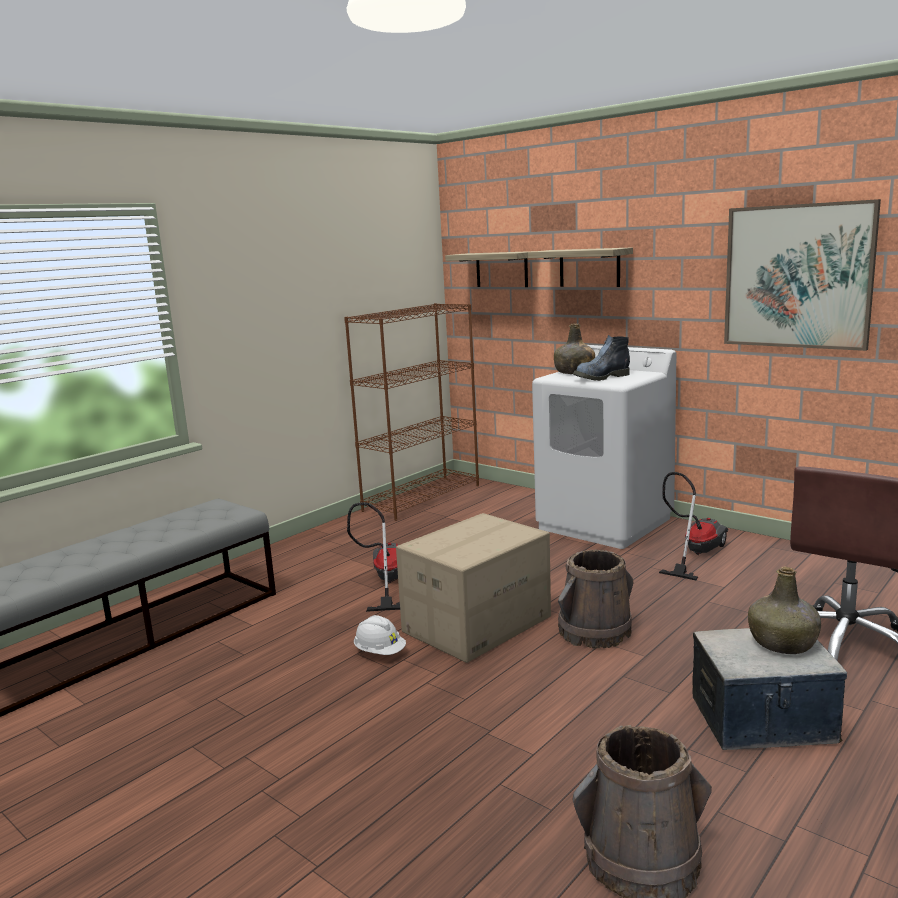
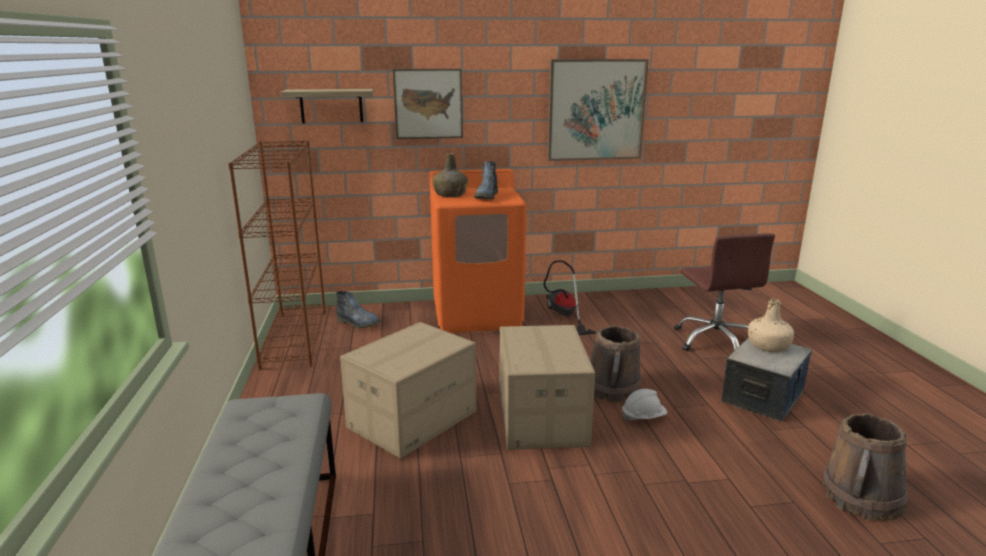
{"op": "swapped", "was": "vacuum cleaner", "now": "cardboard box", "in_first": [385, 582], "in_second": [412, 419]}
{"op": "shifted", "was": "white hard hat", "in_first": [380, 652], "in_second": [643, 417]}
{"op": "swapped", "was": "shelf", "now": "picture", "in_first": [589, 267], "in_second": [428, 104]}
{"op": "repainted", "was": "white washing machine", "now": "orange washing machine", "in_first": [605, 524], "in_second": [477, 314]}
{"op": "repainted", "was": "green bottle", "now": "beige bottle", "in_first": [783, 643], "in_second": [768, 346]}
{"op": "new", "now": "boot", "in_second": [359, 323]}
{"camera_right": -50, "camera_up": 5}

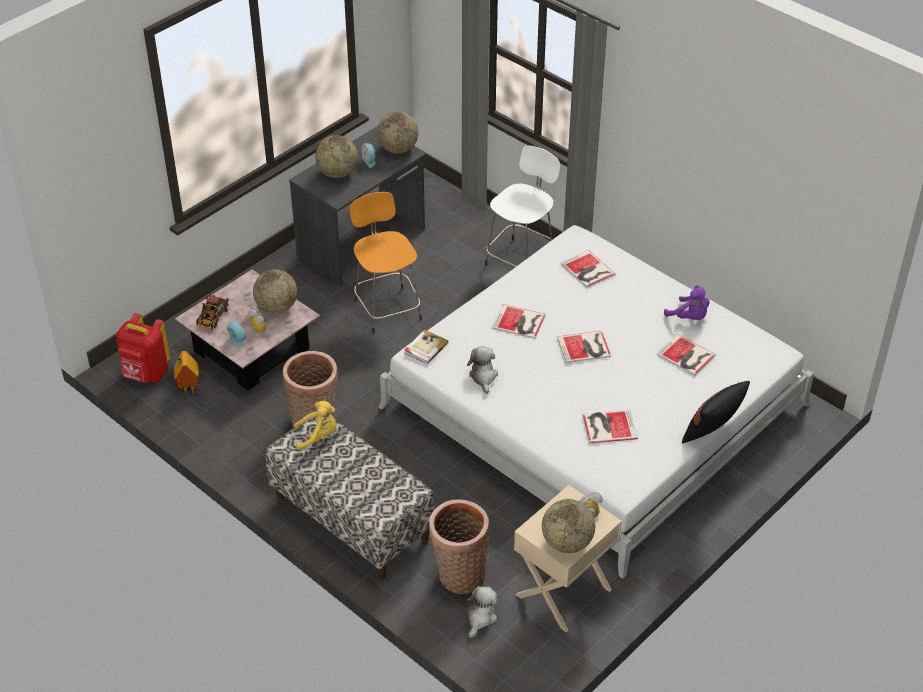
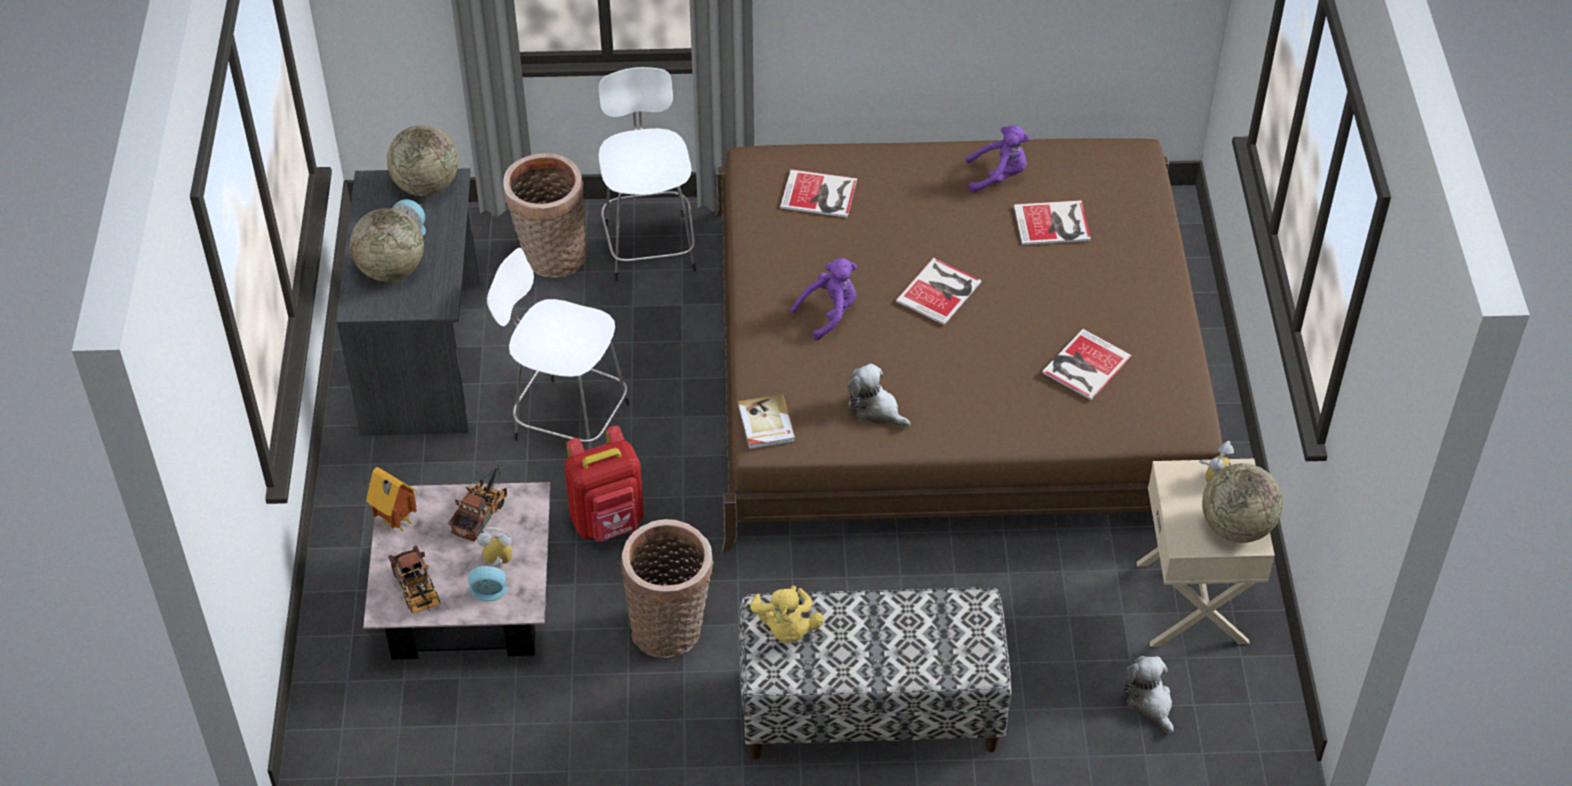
{"op": "shifted", "was": "red backpack", "in_first": [146, 374], "in_second": [608, 522]}
{"op": "shifted", "was": "toy house", "in_first": [188, 388], "in_second": [395, 523]}
{"op": "swapped", "was": "globe", "now": "toy truck", "in_first": [277, 307], "in_second": [482, 513]}
{"op": "rotated", "was": "yellow plush toy", "in_first": [318, 436], "in_second": [786, 628], "clockwise": 135}
{"op": "repainted", "was": "orange stool", "now": "white stool", "in_first": [387, 308], "in_second": [568, 420]}
{"op": "repainted", "was": "white bed", "now": "brown bed", "in_first": [594, 405], "in_second": [955, 364]}
{"op": "shifted", "was": "basket", "in_first": [459, 575], "in_second": [550, 258]}
{"op": "swapped", "was": "book", "now": "purple plush toy", "in_first": [519, 322], "in_second": [829, 313]}
{"op": "gone", "was": "black pillow", "in_first": [712, 434]}
{"camera_right": -45, "camera_up": 5}

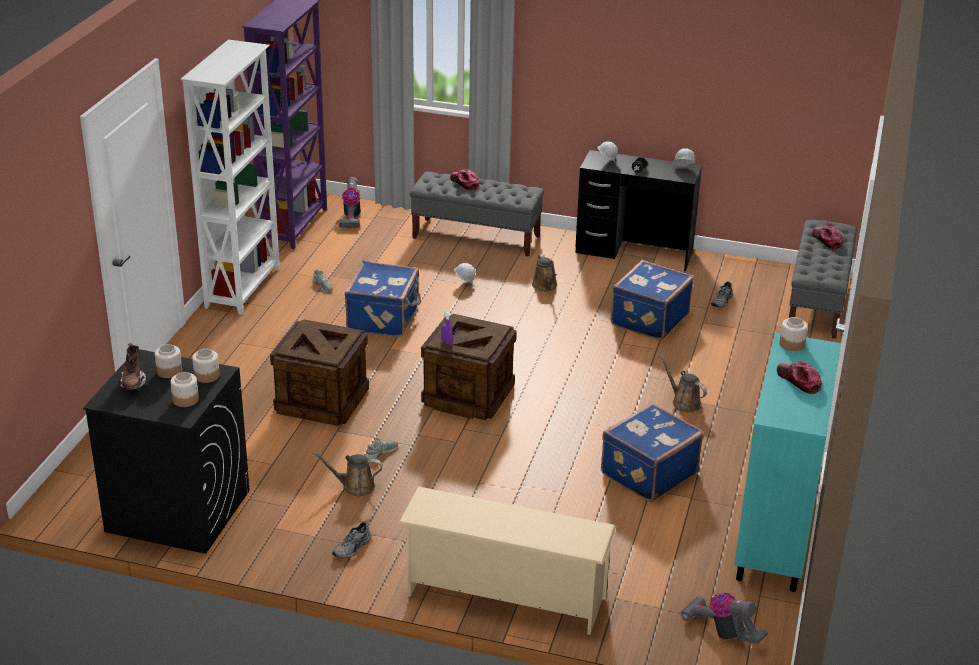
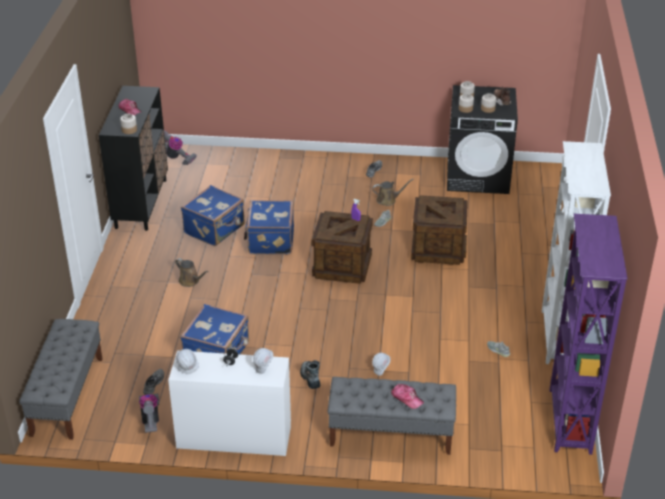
{"op": "shifted", "was": "vacuum cleaner", "in_first": [351, 217], "in_second": [151, 419]}
{"op": "shifted", "was": "blue suitcase", "in_first": [384, 318], "in_second": [270, 241]}
{"op": "gone", "was": "beige shoe rack", "in_first": [503, 597]}
{"op": "swapped", "was": "brown watering can", "now": "boot", "in_first": [545, 286], "in_second": [310, 378]}
{"op": "repainted", "was": "black desk", "now": "white desk", "in_first": [634, 252], "in_second": [233, 437]}
{"op": "repainted", "was": "turquoise cabinet", "now": "black cabinet", "in_first": [775, 537], "in_second": [141, 203]}
{"op": "gone", "was": "cap", "in_first": [826, 240]}
{"camera_right": 170, "camera_up": 5}

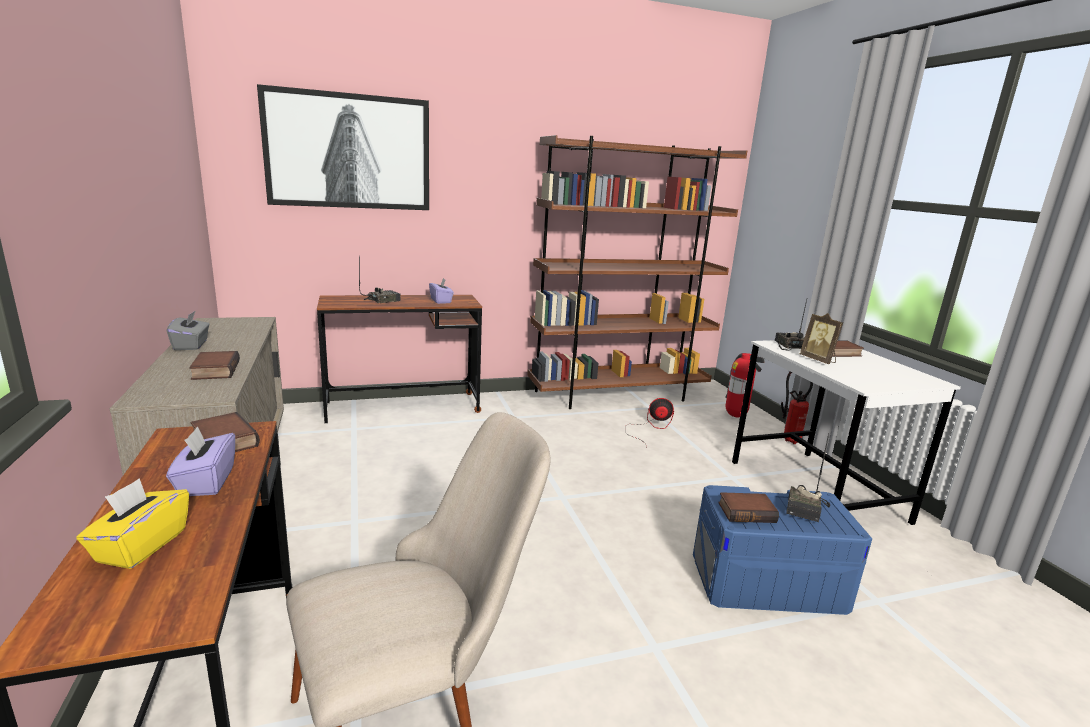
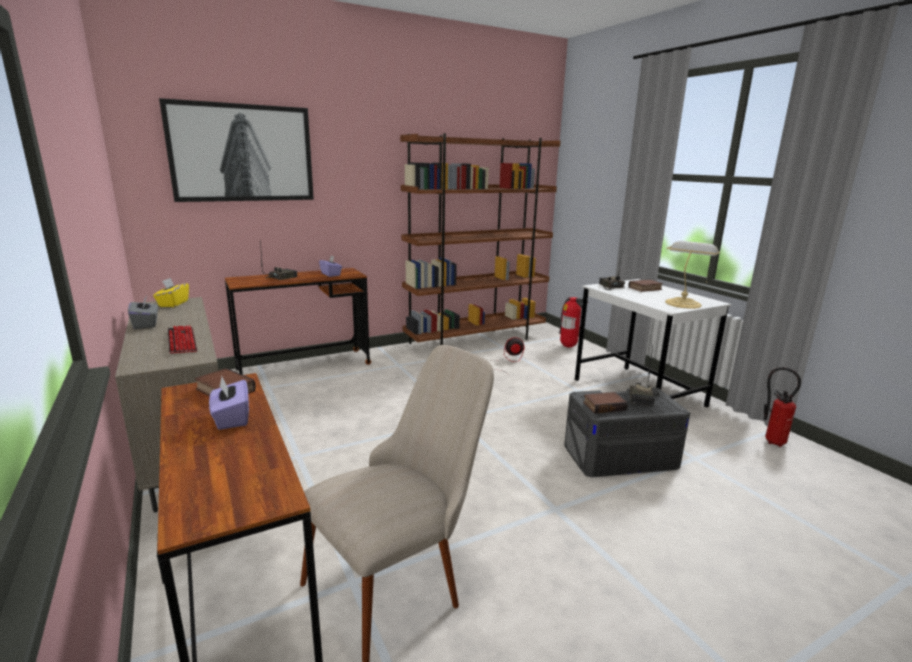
{"op": "shifted", "was": "yellow tissue box", "in_first": [141, 546], "in_second": [173, 303]}
{"op": "swapped", "was": "book", "now": "keyboard", "in_first": [214, 370], "in_second": [182, 341]}
{"op": "repainted", "was": "blue storage box", "now": "grey storage box", "in_first": [767, 581], "in_second": [620, 456]}
{"op": "shifted", "was": "fire extinguisher", "in_first": [789, 439], "in_second": [771, 441]}
{"op": "gone", "was": "picture frame", "in_first": [818, 360]}
{"op": "new", "now": "table lamp", "in_second": [683, 303]}
{"camera_right": -10, "camera_up": 0}

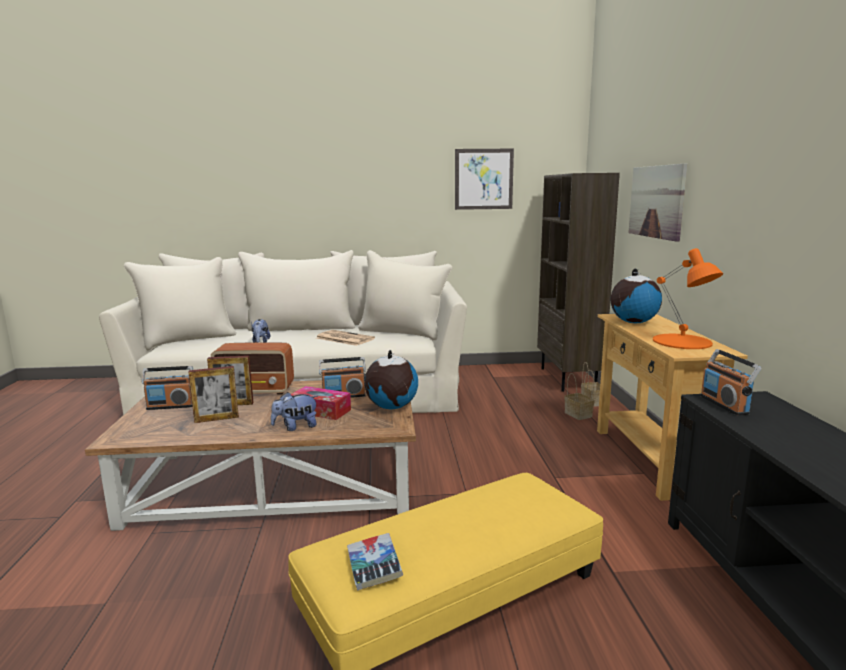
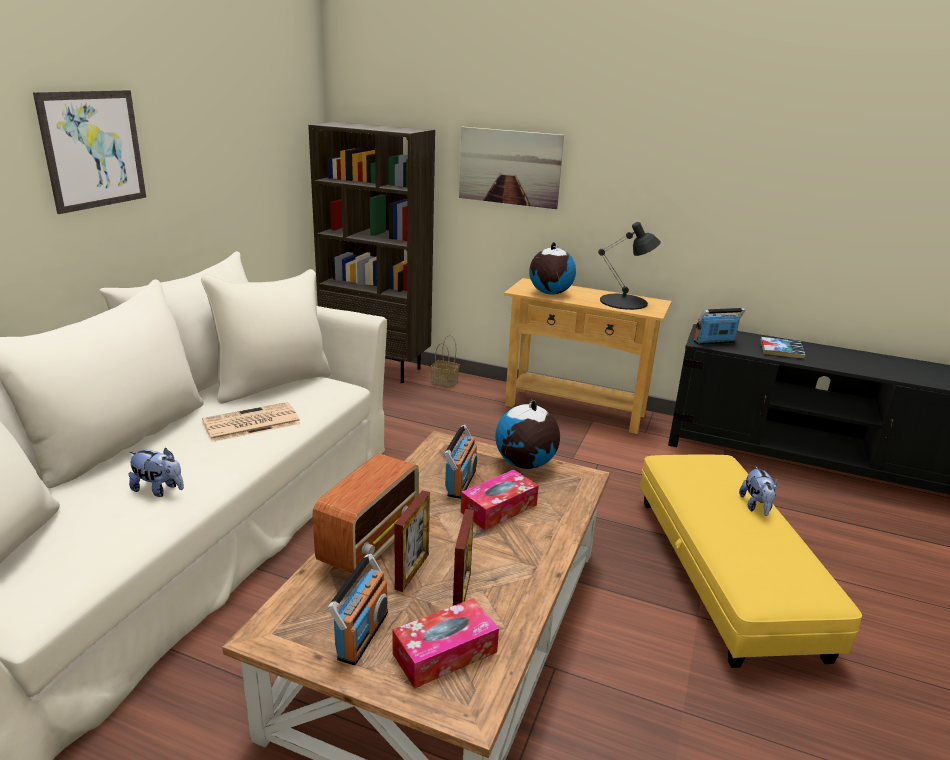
{"op": "shifted", "was": "plush toy", "in_first": [296, 427], "in_second": [756, 506]}
{"op": "shifted", "was": "book", "in_first": [374, 566], "in_second": [781, 351]}
{"op": "shifted", "was": "picture", "in_first": [483, 179], "in_second": [94, 149]}
{"op": "gone", "was": "basket", "in_first": [579, 414]}
{"op": "repainted", "was": "orange table lamp", "now": "black table lamp", "in_first": [682, 342], "in_second": [624, 302]}
{"op": "rotated", "was": "radio", "in_first": [724, 405], "in_second": [714, 342], "clockwise": 150}
{"op": "new", "now": "tissue box", "in_second": [445, 653]}
{"camera_right": -65, "camera_up": 10}

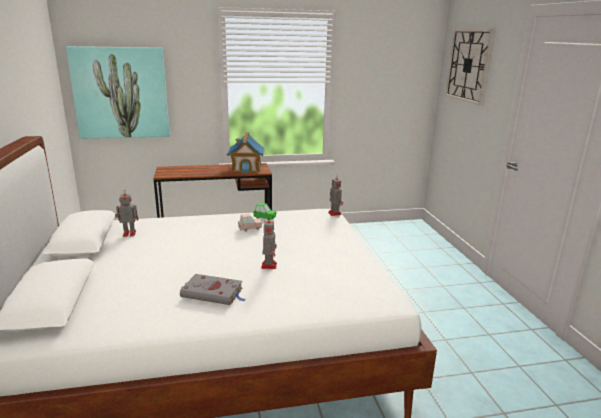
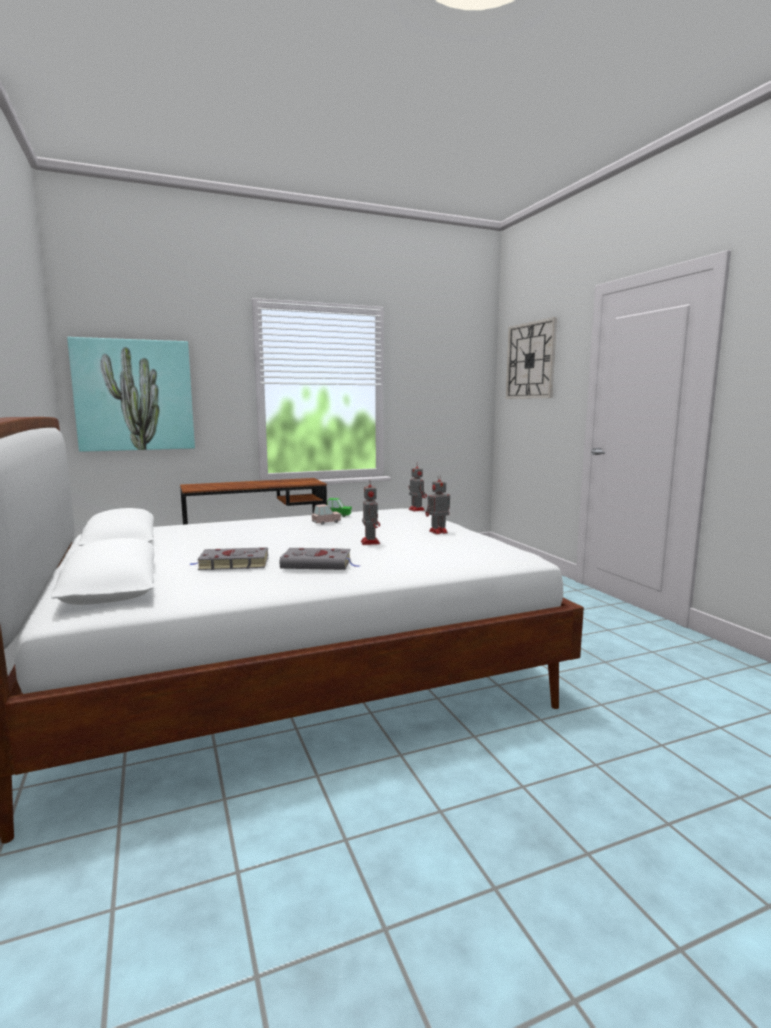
{"op": "shifted", "was": "toy robot", "in_first": [128, 233], "in_second": [437, 532]}
{"op": "gone", "was": "toy house", "in_first": [246, 168]}
{"op": "new", "now": "grey book", "in_second": [231, 563]}
{"camera_right": -10, "camera_up": -10}

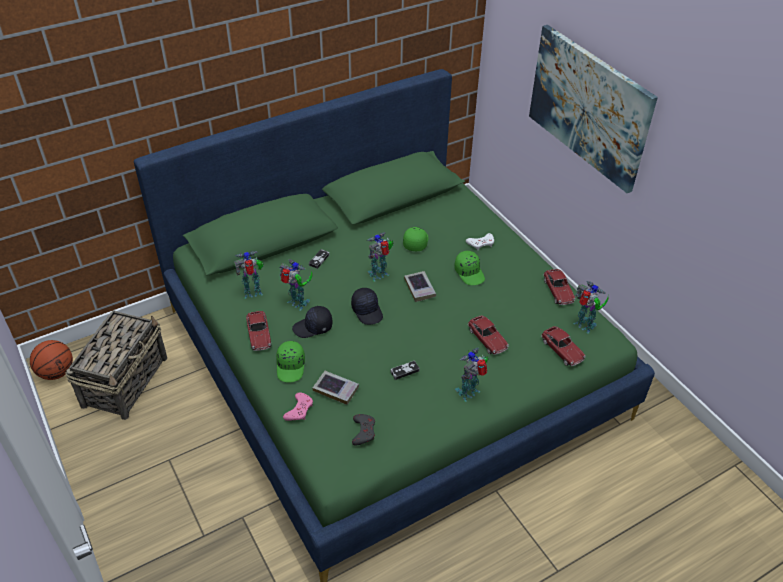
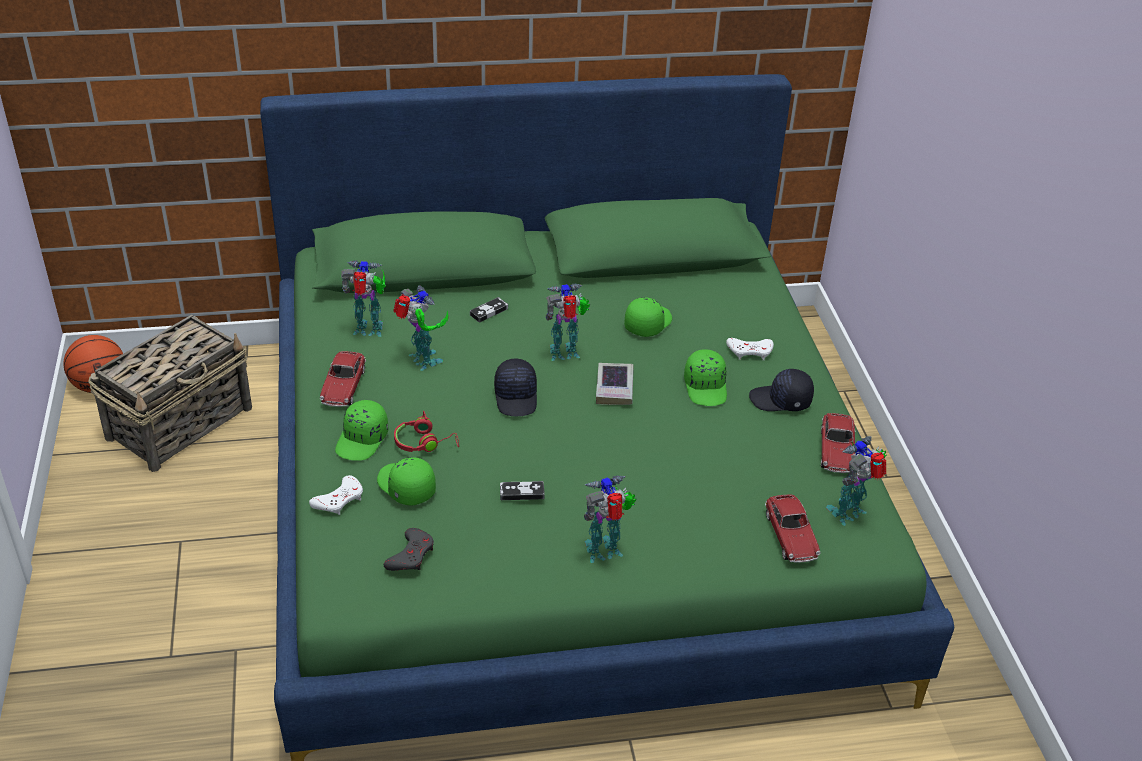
{"op": "repainted", "was": "pink game controller", "now": "white game controller", "in_first": [299, 410], "in_second": [339, 500]}
{"op": "shifted", "was": "black cap", "in_first": [313, 327], "in_second": [781, 401]}
{"op": "swapped", "was": "book", "now": "green cap", "in_first": [336, 389], "in_second": [405, 487]}
{"op": "gone", "was": "toy car", "in_first": [487, 339]}
{"op": "gone", "was": "picture", "in_first": [589, 106]}
{"op": "rotated", "was": "toy robot", "in_first": [584, 326], "in_second": [850, 513], "clockwise": -105}
{"op": "new", "now": "red headphones", "in_second": [425, 442]}
{"camera_right": 20, "camera_up": -5}

